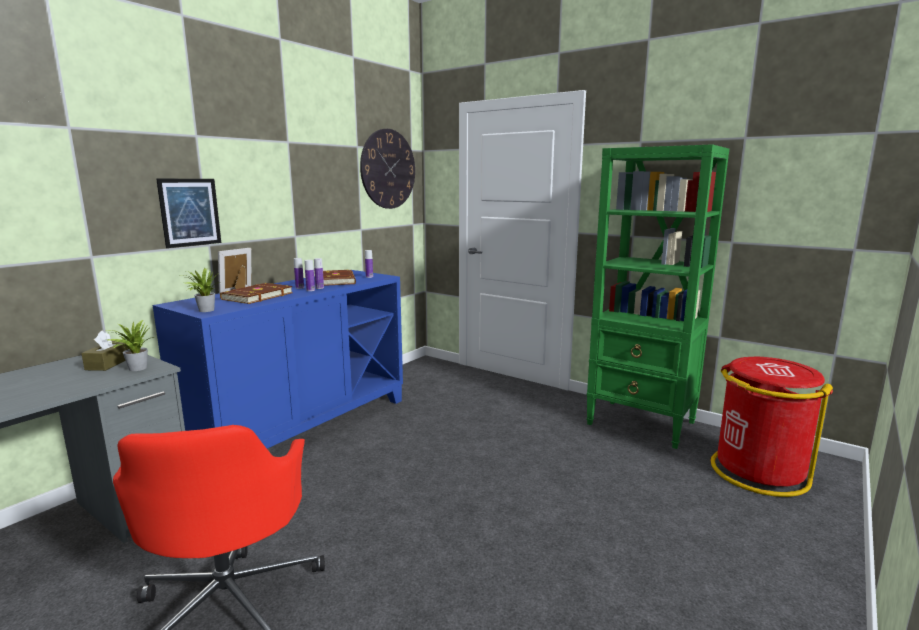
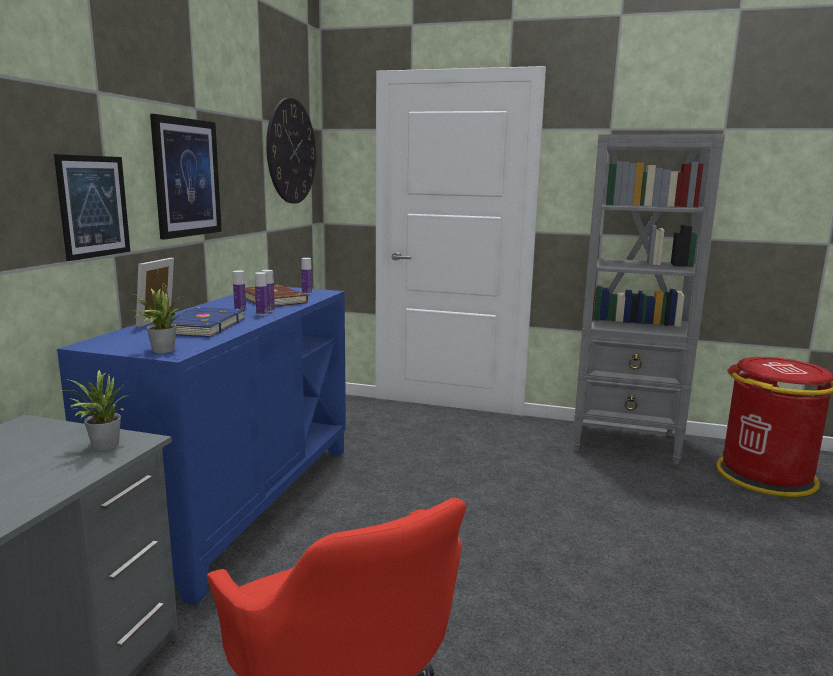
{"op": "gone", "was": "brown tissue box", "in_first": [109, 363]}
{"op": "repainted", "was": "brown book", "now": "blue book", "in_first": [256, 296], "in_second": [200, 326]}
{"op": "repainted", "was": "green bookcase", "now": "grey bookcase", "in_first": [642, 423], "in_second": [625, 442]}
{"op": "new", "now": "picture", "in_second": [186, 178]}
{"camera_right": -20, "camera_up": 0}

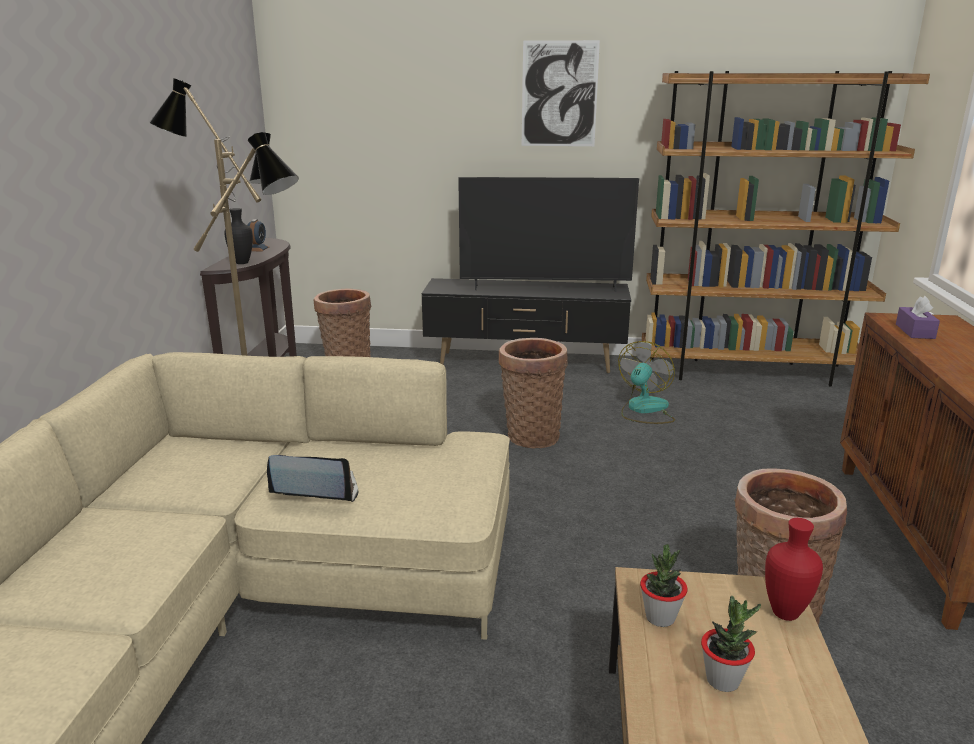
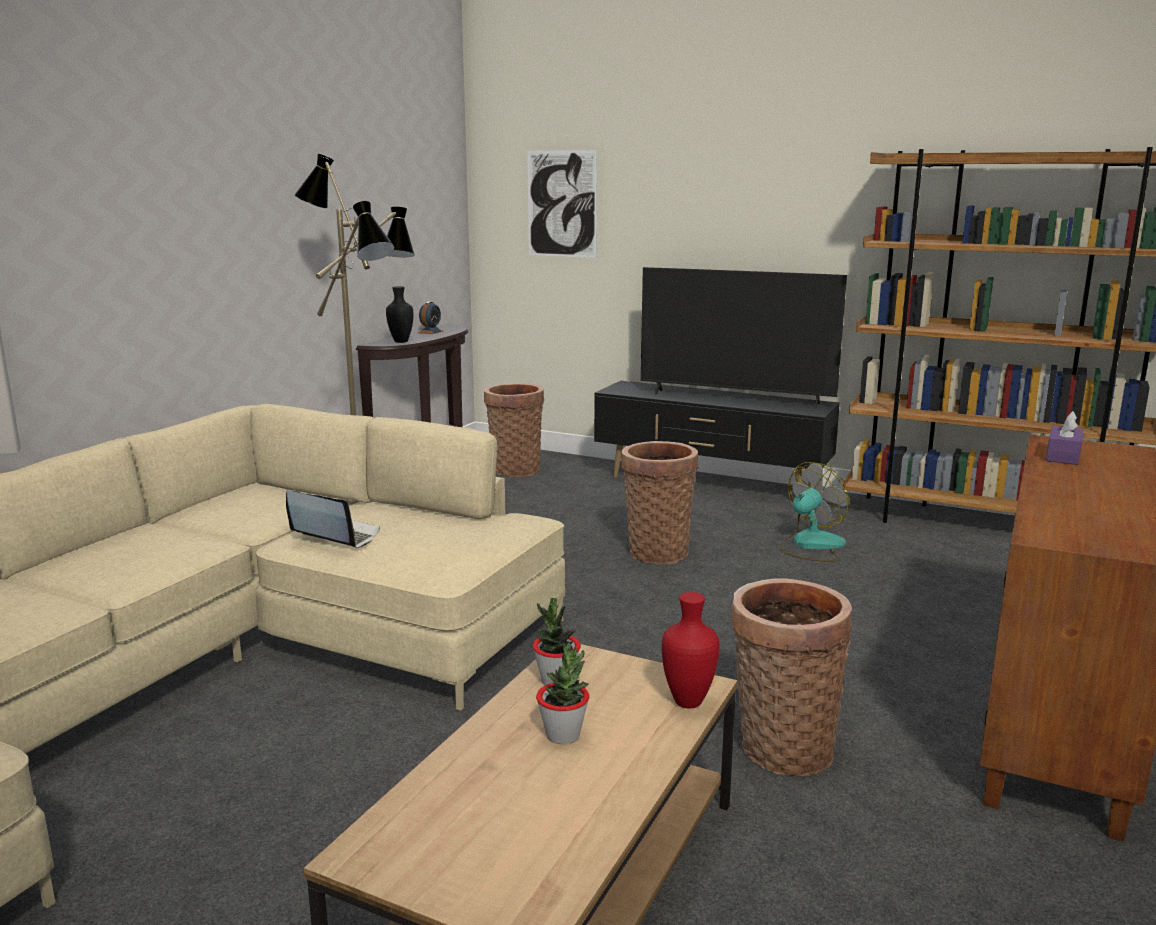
{"op": "shifted", "was": "picture", "in_first": [559, 94], "in_second": [561, 204]}
{"camera_right": 20, "camera_up": -5}

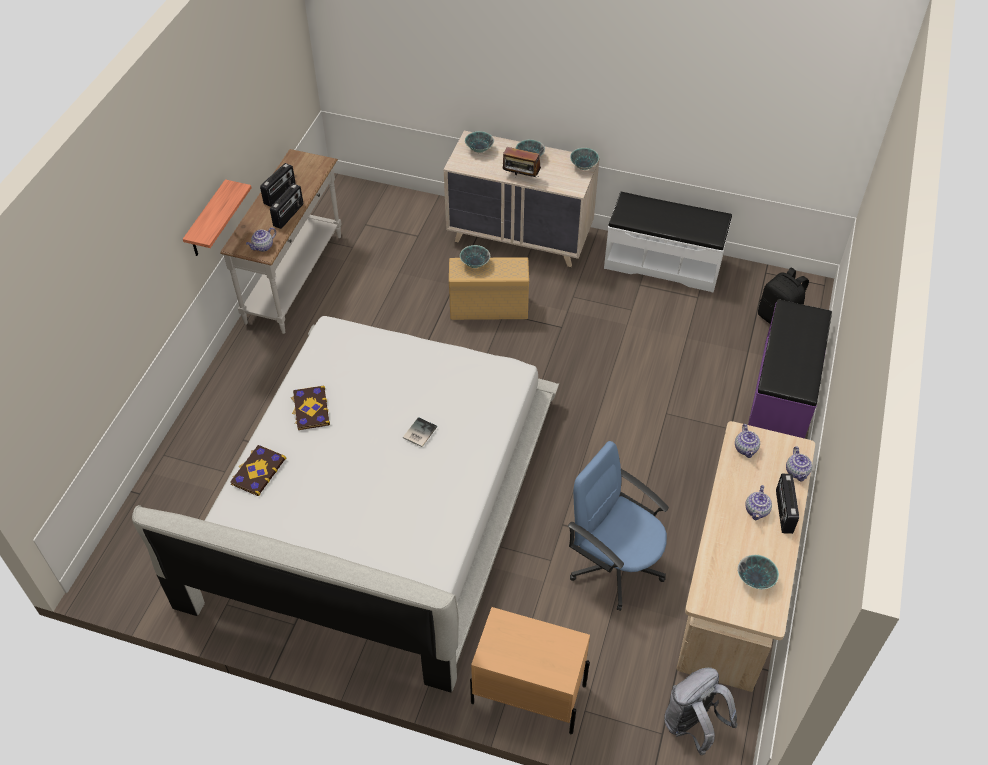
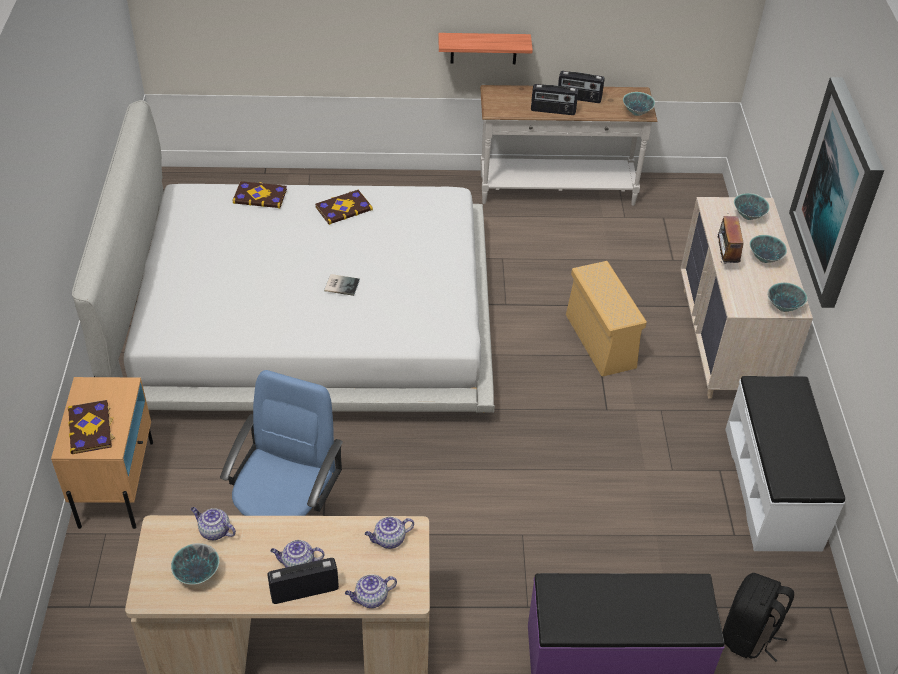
{"op": "shifted", "was": "teapot", "in_first": [263, 247], "in_second": [214, 531]}
{"op": "shifted", "was": "bowl", "in_first": [474, 264], "in_second": [636, 112]}
{"op": "gone", "was": "grey backpack", "in_first": [692, 725]}
{"op": "new", "now": "book", "in_second": [91, 428]}
{"op": "new", "now": "picture", "in_second": [838, 193]}
{"camera_right": 70, "camera_up": -5}

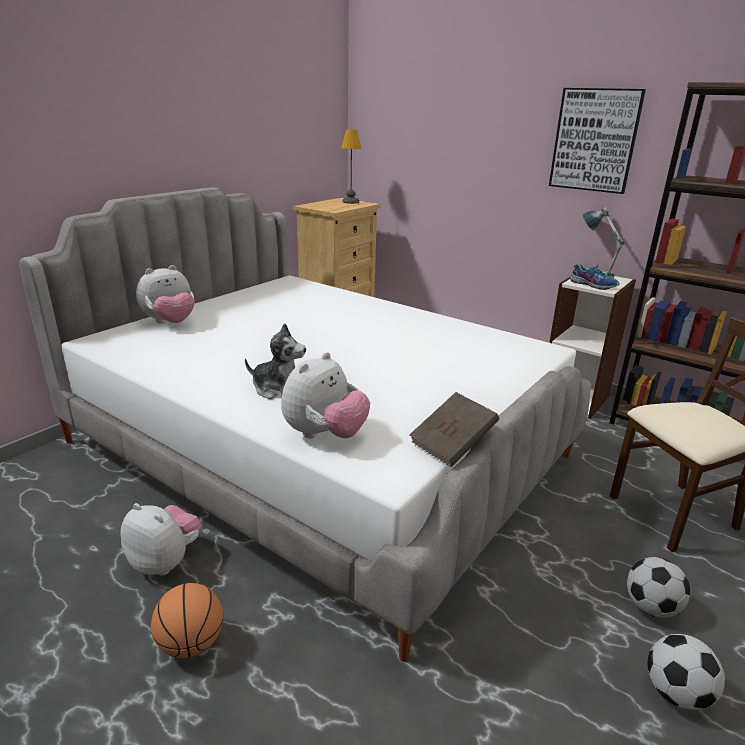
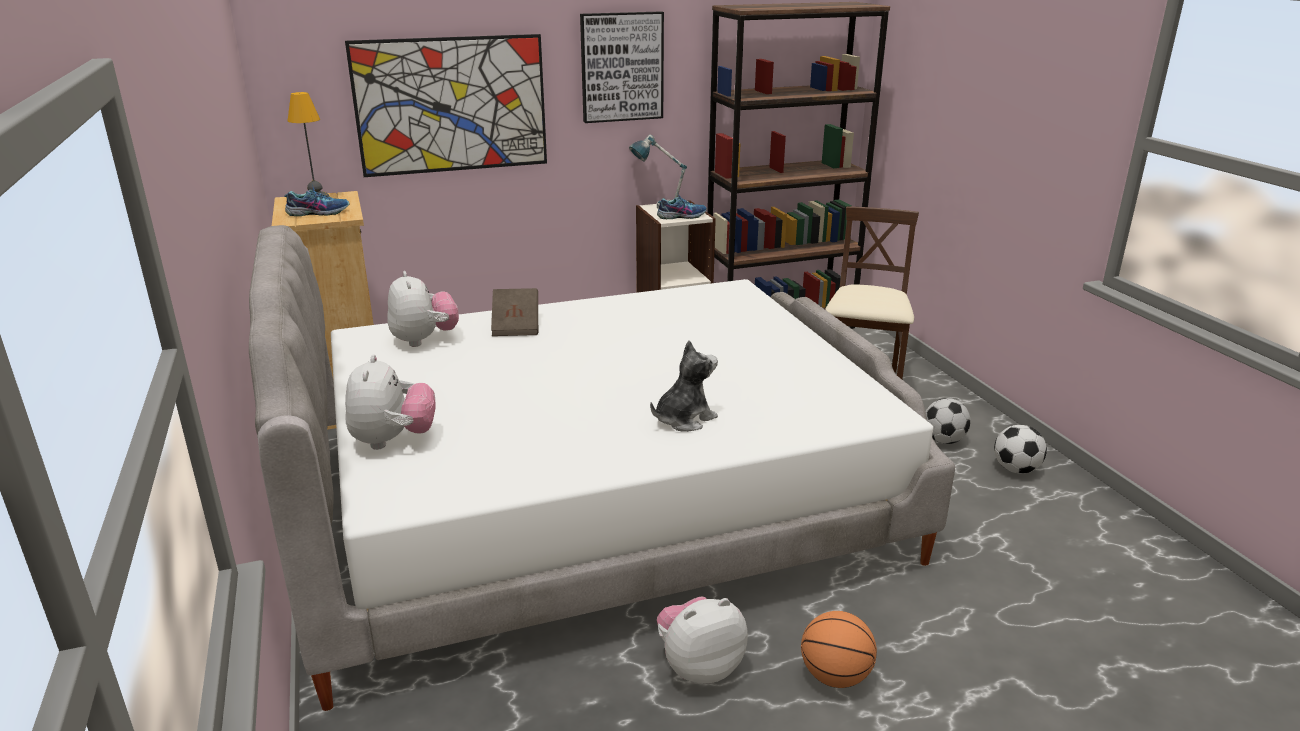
{"op": "shifted", "was": "plush toy", "in_first": [325, 435], "in_second": [424, 340]}
{"op": "shifted", "was": "brown book", "in_first": [452, 444], "in_second": [516, 326]}
{"op": "new", "now": "shoe", "in_second": [318, 212]}
{"op": "new", "now": "picture", "in_second": [451, 105]}
{"camera_right": -55, "camera_up": 0}

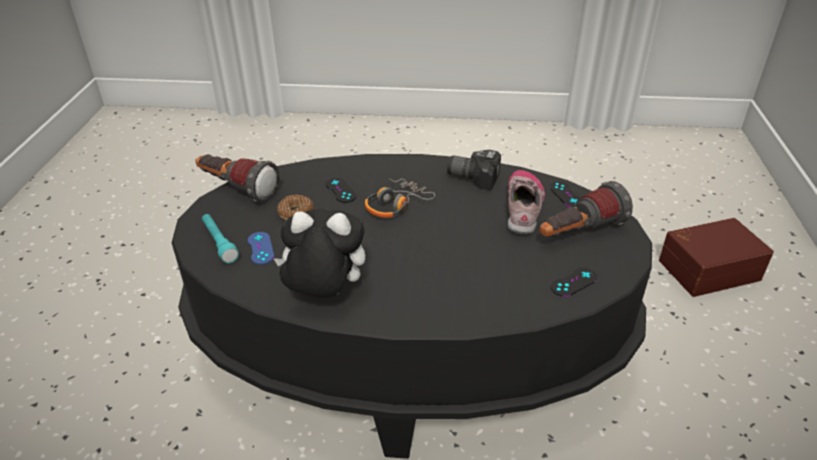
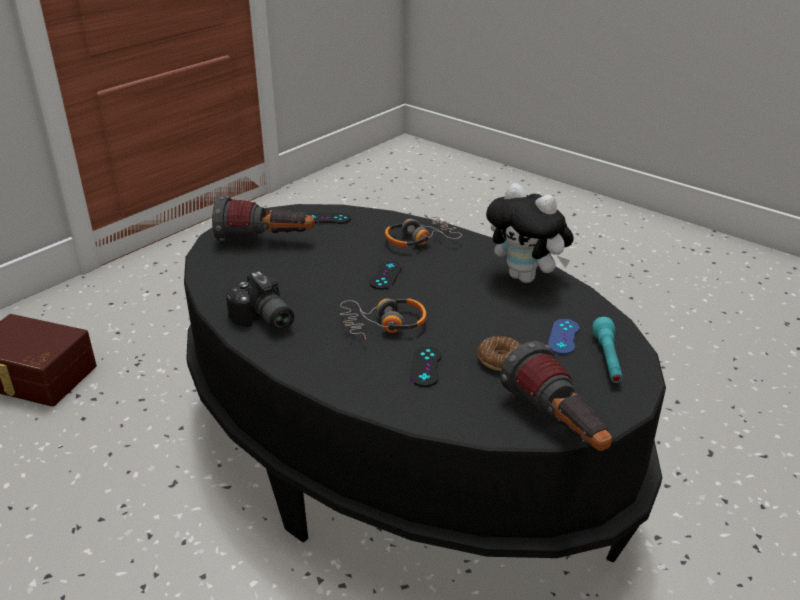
{"op": "gone", "was": "shoe", "in_first": [524, 207]}
{"op": "shifted", "was": "black game controller", "in_first": [566, 194], "in_second": [385, 275]}
{"op": "new", "now": "headphones", "in_second": [419, 239]}
{"camera_right": -145, "camera_up": -5}

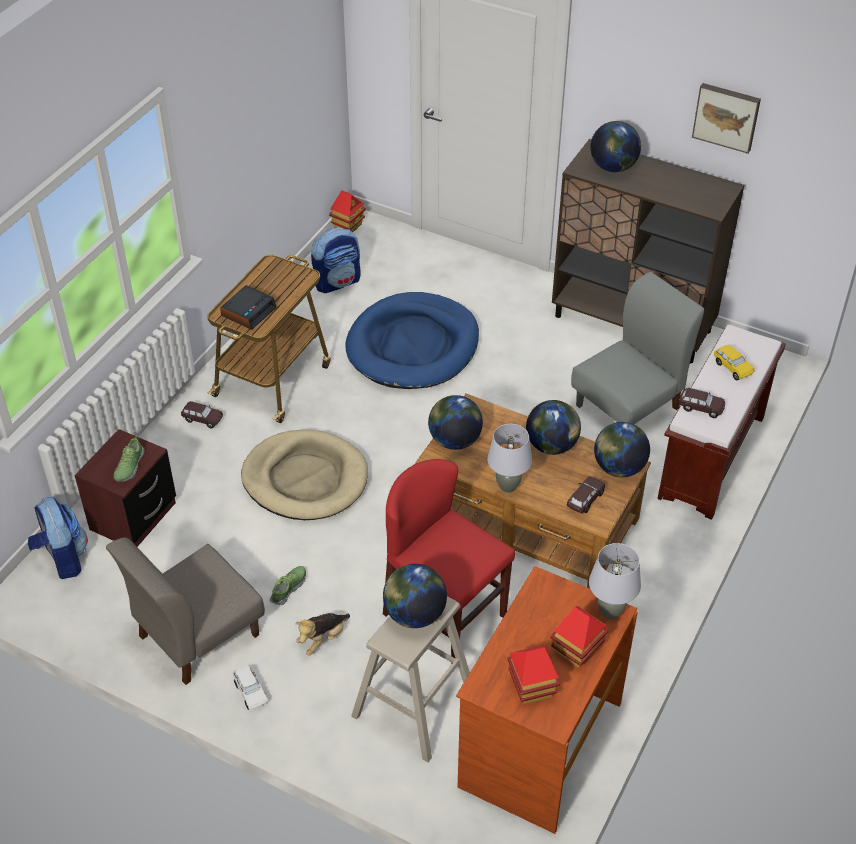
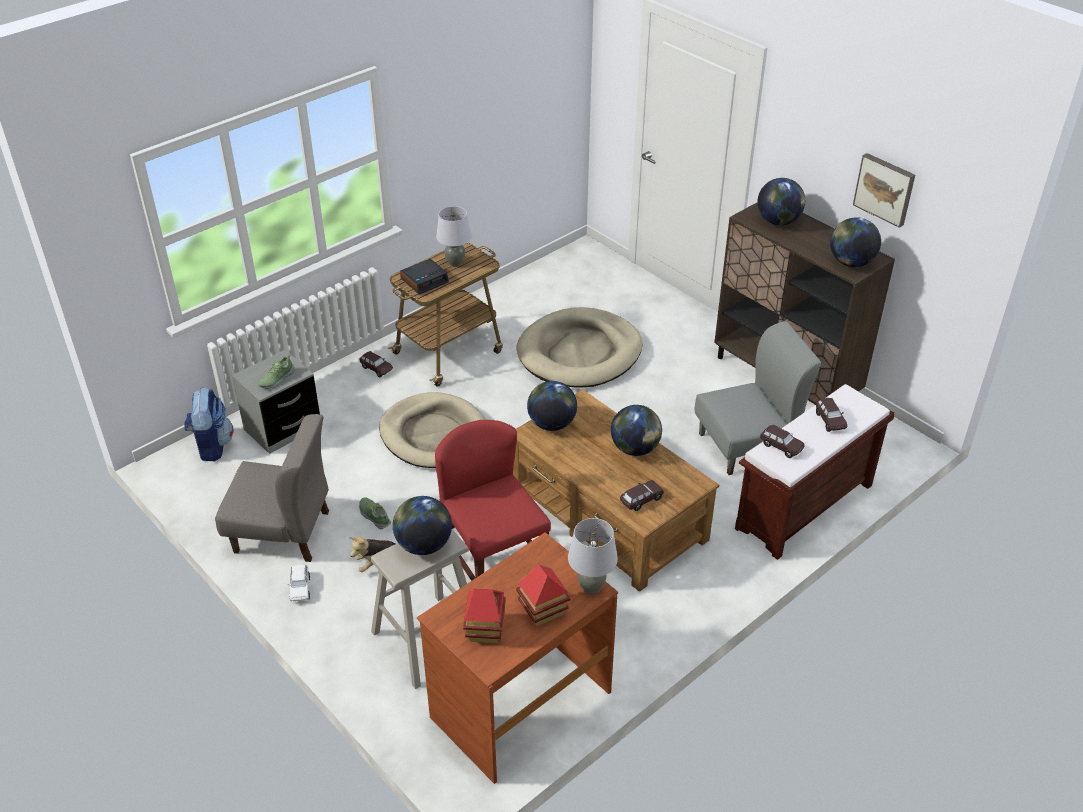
{"op": "repainted", "was": "brown nightstand", "now": "grey nightstand", "in_first": [133, 516], "in_second": [282, 428]}
{"op": "rotated", "was": "grey chair", "in_first": [197, 635], "in_second": [282, 532], "clockwise": -150}
{"op": "rotated", "was": "shoe", "in_first": [289, 588], "in_second": [374, 516], "clockwise": -90}
{"op": "gone", "was": "backpack", "in_first": [337, 282]}
{"op": "gone", "was": "toy house", "in_first": [348, 226]}
{"op": "repainted", "was": "blue dog bed", "now": "beige dog bed", "in_first": [413, 346], "in_second": [579, 353]}
{"op": "shifted", "was": "grey table lamp", "in_first": [507, 487], "in_second": [455, 263]}
{"op": "shifted", "was": "globe", "in_first": [618, 468], "in_second": [850, 262]}
{"op": "repainted", "was": "yellow toy car", "now": "brown toy car", "in_first": [732, 368], "in_second": [829, 420]}
{"camera_right": 20, "camera_up": -5}

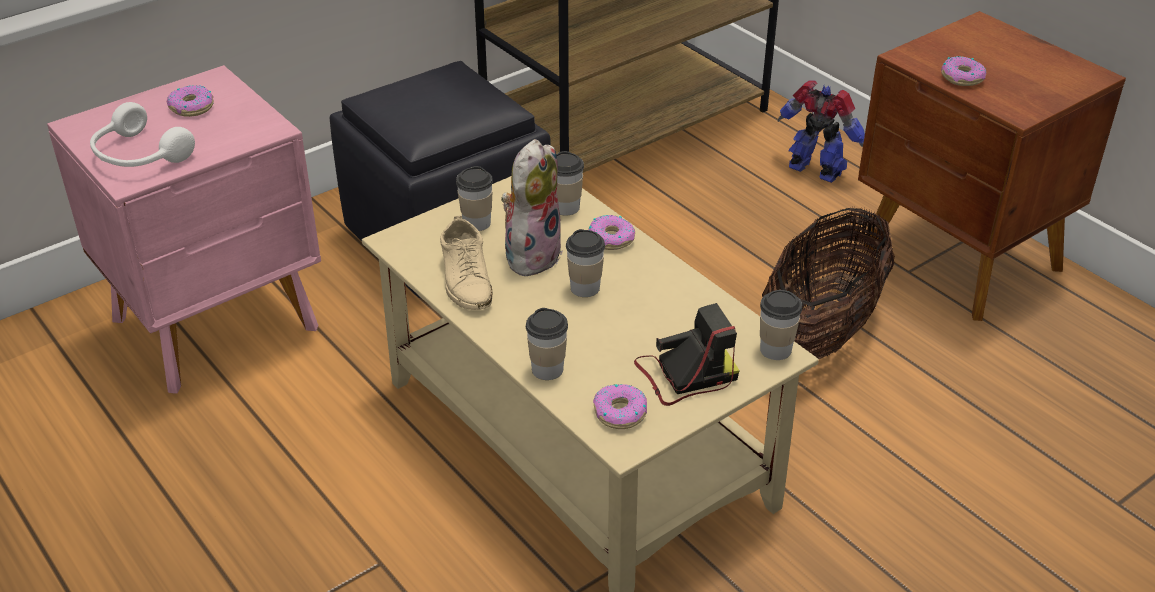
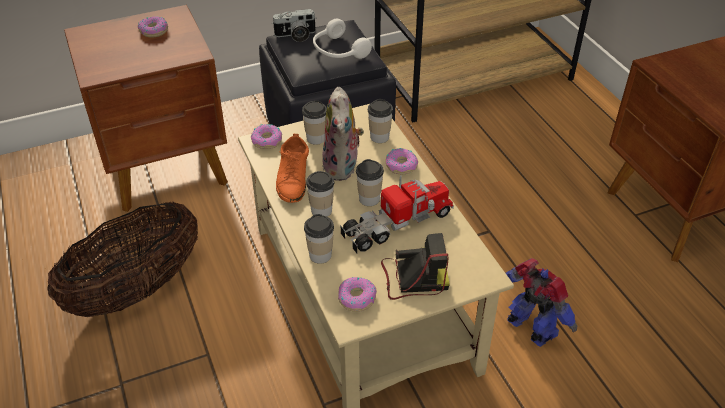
{"op": "repainted", "was": "pink nightstand", "now": "brown nightstand", "in_first": [219, 325], "in_second": [168, 170]}
{"op": "shifted", "was": "white headphones", "in_first": [138, 156], "in_second": [338, 51]}
{"op": "repainted", "was": "beige shoe", "now": "orange shoe", "in_first": [466, 278], "in_second": [293, 178]}
{"op": "rotated", "was": "plush toy", "in_first": [531, 254], "in_second": [343, 167], "clockwise": 135}
{"op": "shifted", "was": "cup", "in_first": [775, 350], "in_second": [321, 210]}
{"op": "shifted", "was": "basket", "in_first": [821, 332], "in_second": [137, 290]}
{"op": "shifted", "was": "toy robot", "in_first": [815, 171], "in_second": [530, 329]}
{"op": "shifted", "was": "donut", "in_first": [962, 77], "in_second": [267, 140]}
{"op": "new", "now": "photo camera", "in_second": [296, 36]}
{"op": "new", "now": "toy truck", "in_second": [397, 224]}
{"camera_right": 15, "camera_up": 5}

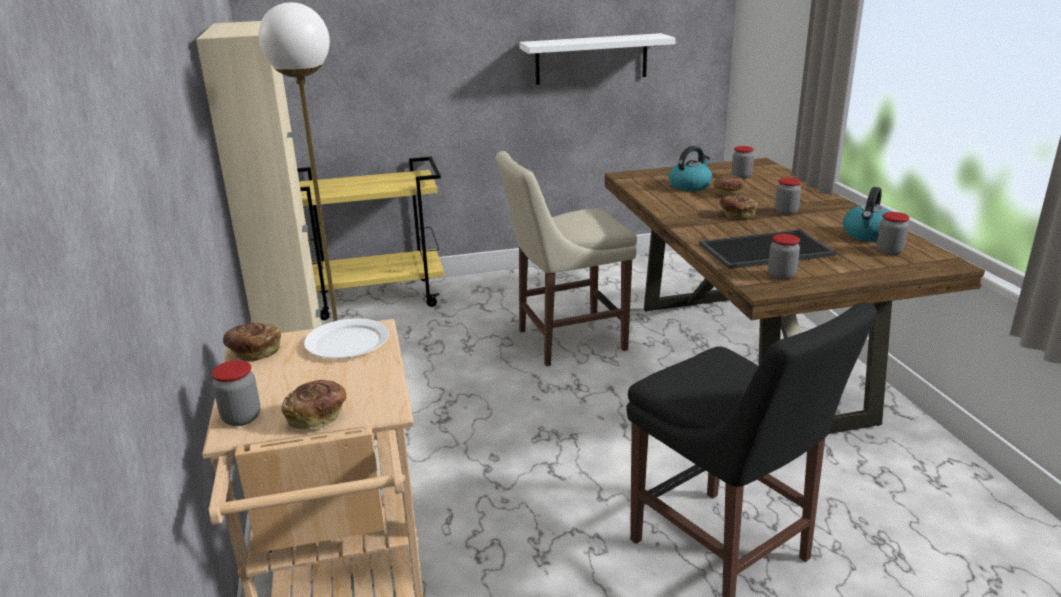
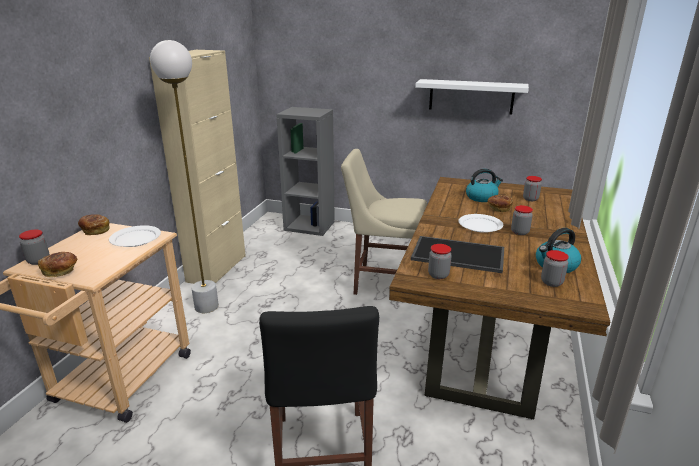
{"op": "swapped", "was": "yellow cart", "now": "grey bookcase", "in_first": [378, 298], "in_second": [310, 226]}
{"op": "swapped", "was": "bread", "now": "white plate", "in_first": [736, 215], "in_second": [480, 225]}
{"camera_right": 30, "camera_up": 0}

